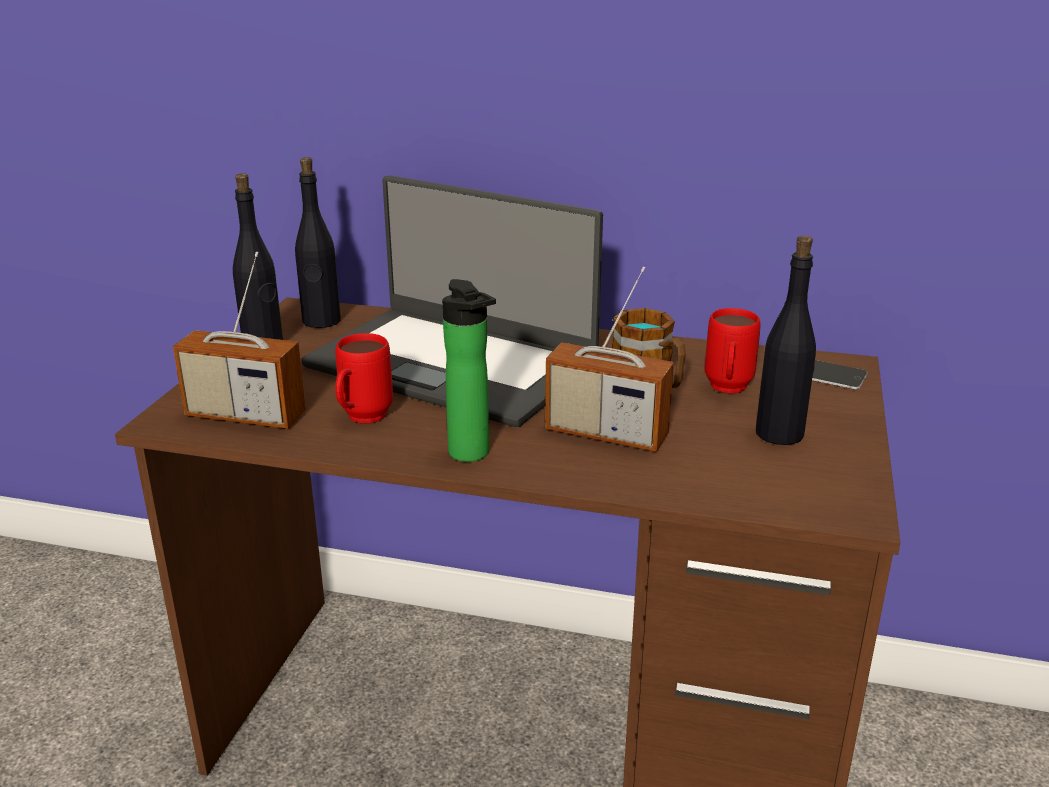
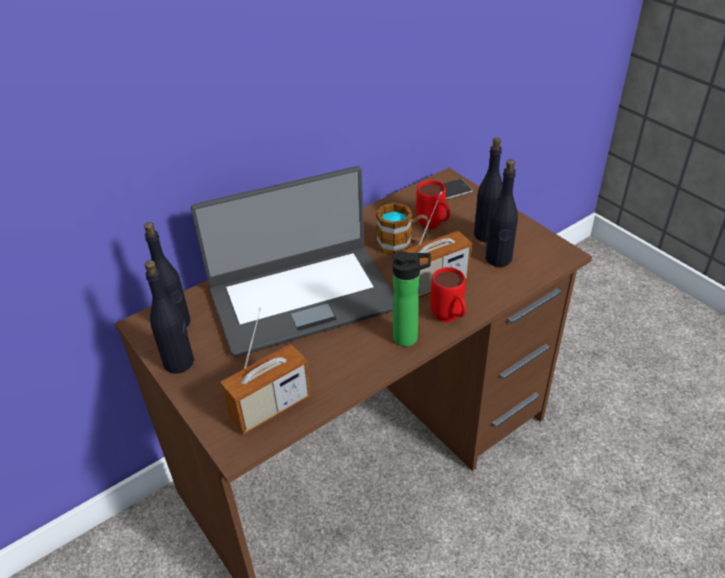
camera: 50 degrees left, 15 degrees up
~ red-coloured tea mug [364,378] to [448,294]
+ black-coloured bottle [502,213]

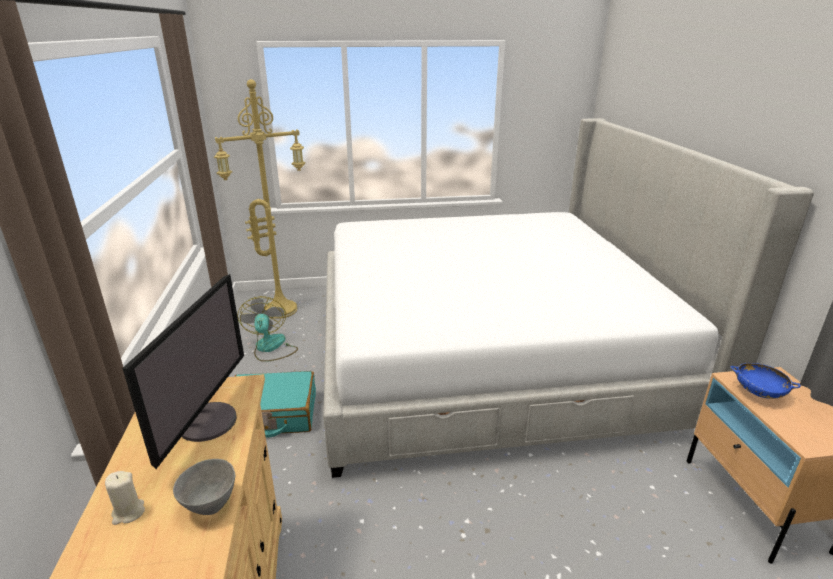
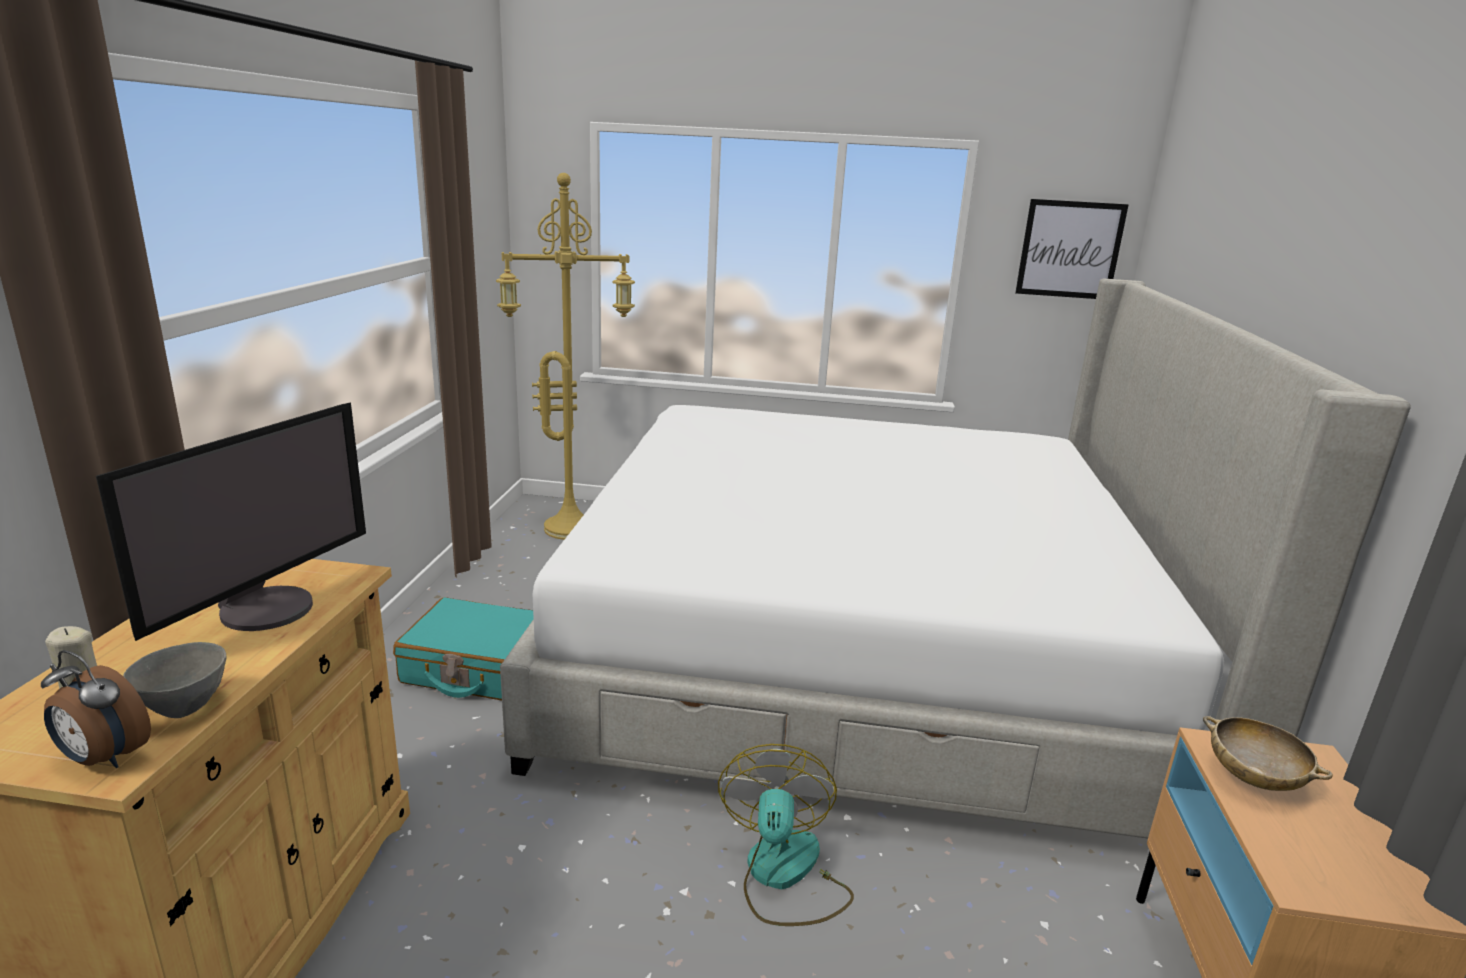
camera: 15 degrees right, 5 degrees down
~ fan [267,329] to [786,835]
~ blue serving bowl [765,381] to sand-coloured serving bowl [1268,753]
+ bedside clock [96,709]
+ wall picture [1072,249]

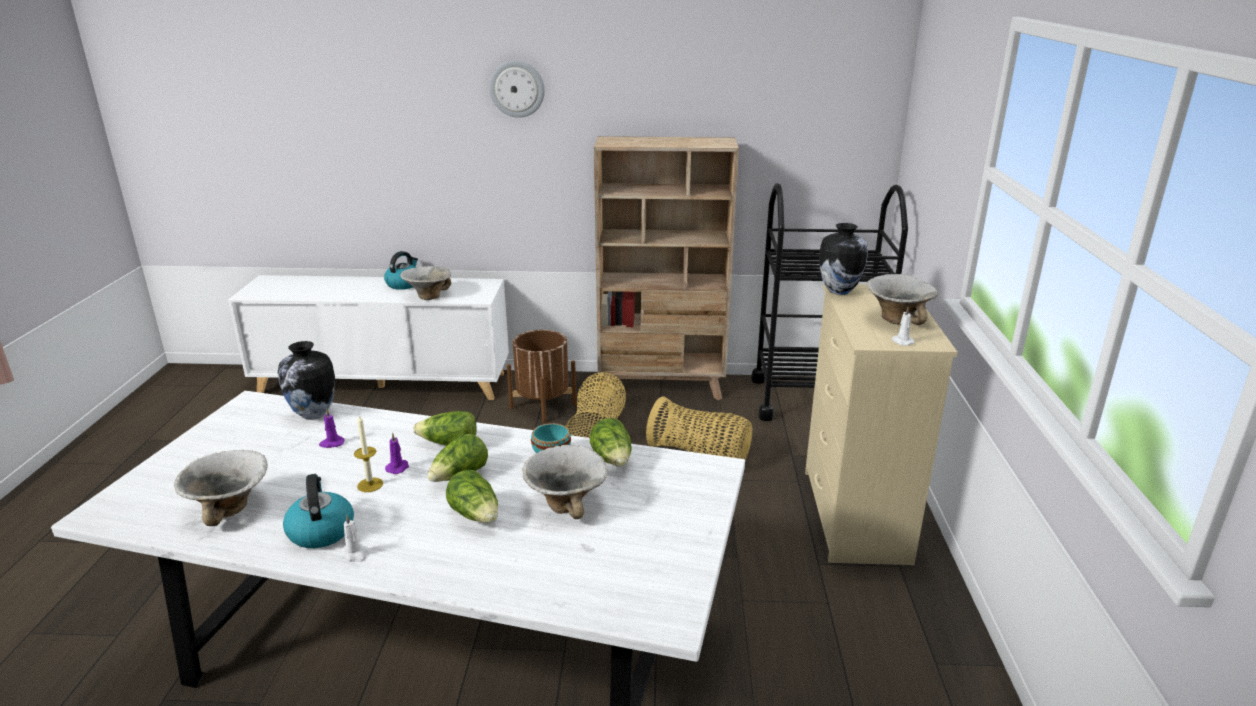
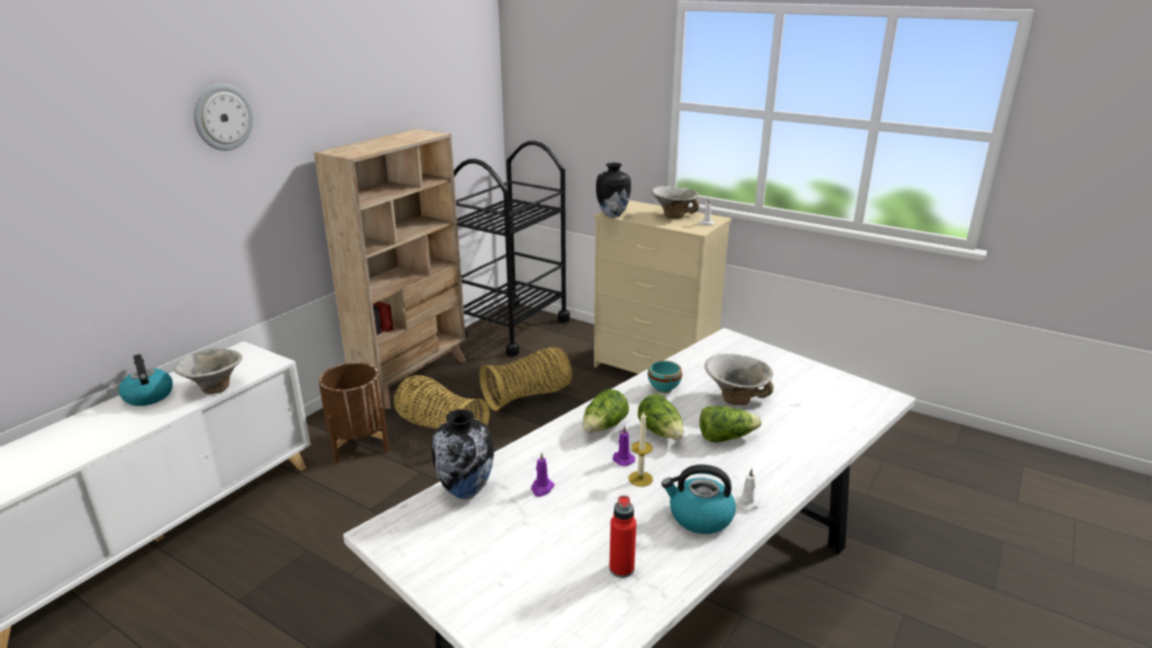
camera: 60 degrees left, 0 degrees up
~ serving bowl [221,488] to red-coloured bottle [622,536]
- lettuce head [611,442]

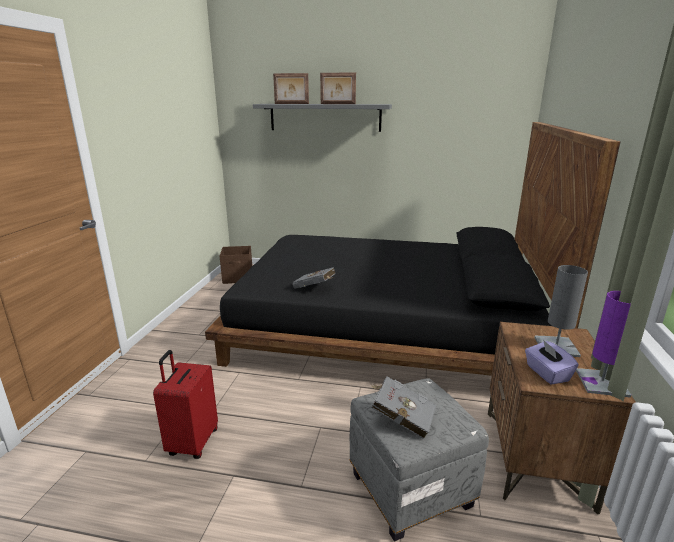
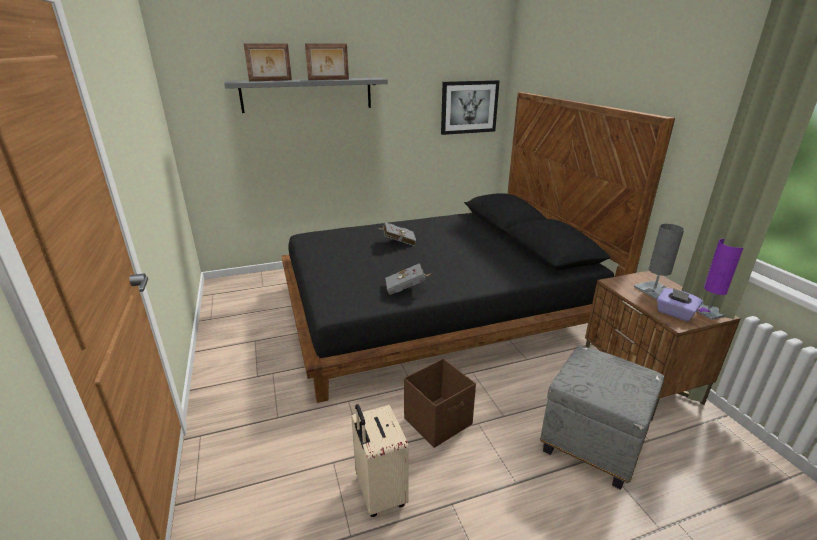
camera: 30 degrees left, 5 degrees up
~ red-coloured suitcase [185,404] to sand-coloured suitcase [379,460]
~ brown-coloured storage box [236,265] to [440,403]
~ gray bound book [403,408] to [397,234]
+ wall picture [470,107]

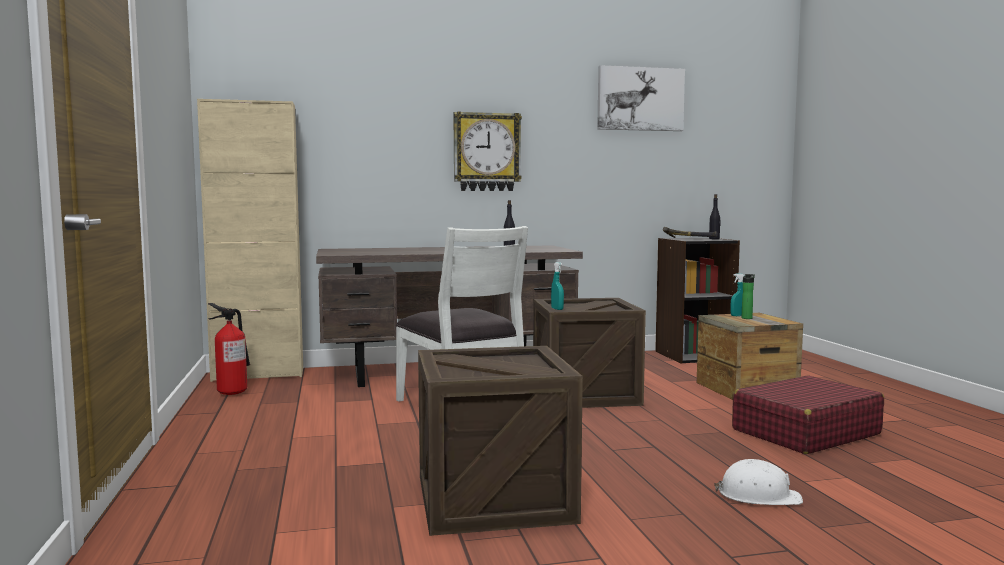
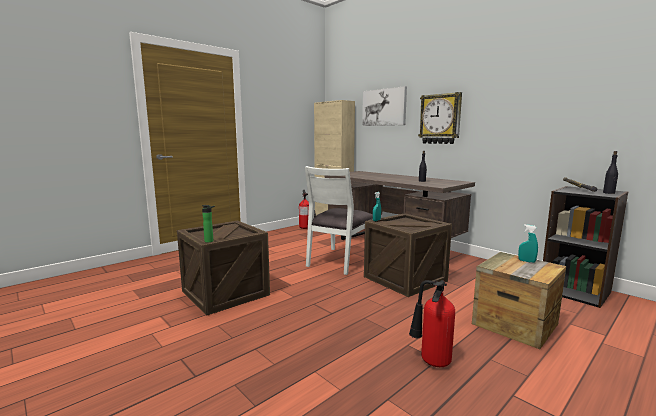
camera: 60 degrees right, 5 degrees up
~ wall picture [641,98] to [384,106]
- white-coloured safety helmet [758,482]
~ red-coloured suitcase [808,414] to fire-fighting cylinder [432,323]
~ bottle [748,296] to [208,224]

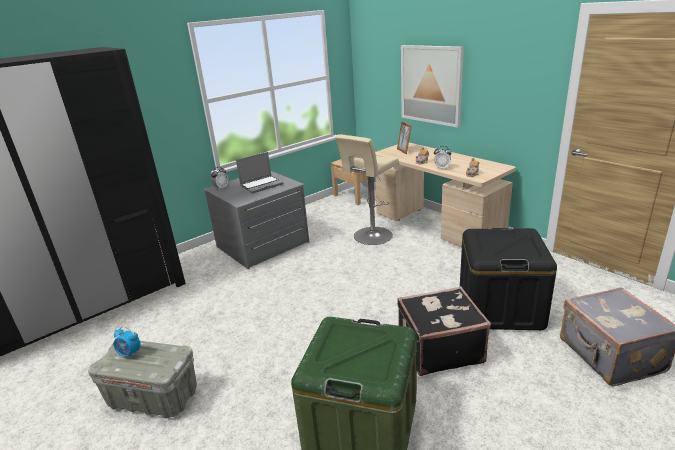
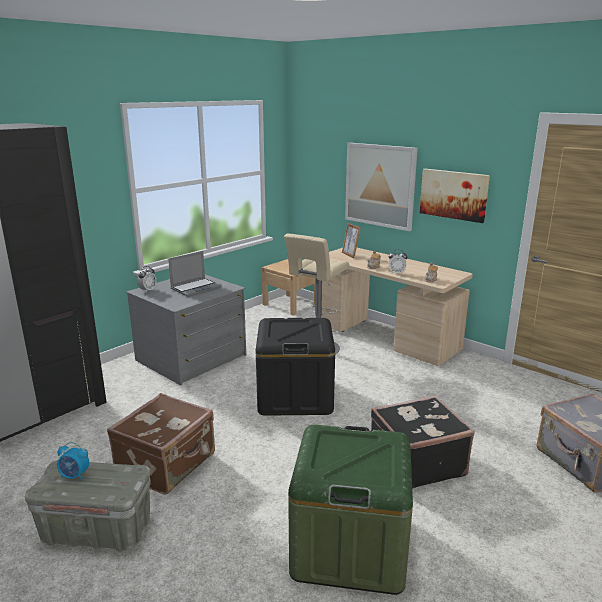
camera: 10 degrees left, 5 degrees down
~ black-coloured storage box [508,279] to [295,367]
+ brown-coloured suitcase [161,444]
+ wall picture [455,196]

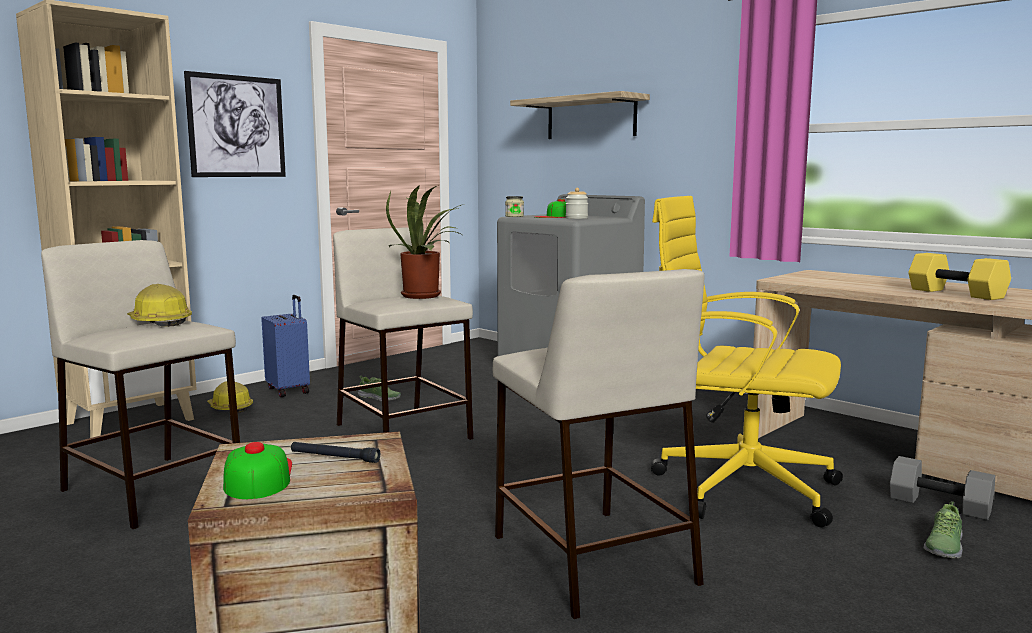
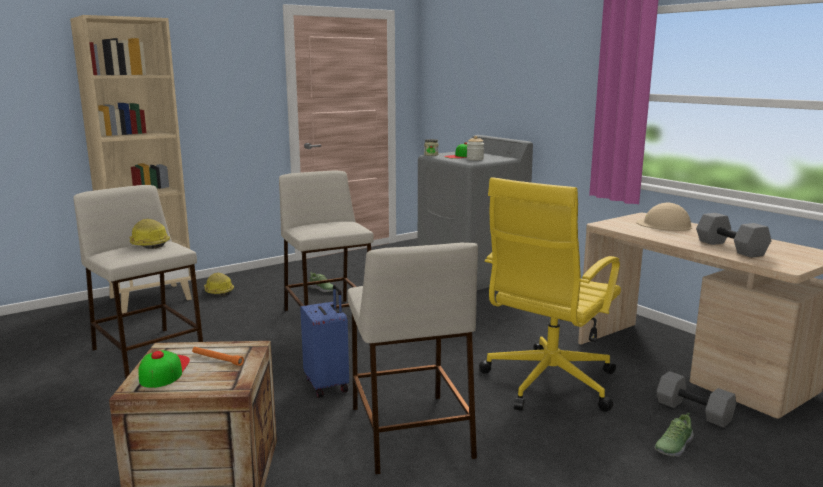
camera: 10 degrees right, 5 degrees up
- wall picture [235,124]
~ blue suitcase [285,346] to [324,341]
~ black-coloured torch [335,452] to orangey torch [218,356]
- plant in a pot [425,242]
- bracket shelf [580,115]
~ yellow office chair [747,361] = [550,294] 90 degrees counterclockwise
~ yellow free weight [959,276] to gray free weight [734,235]
+ sand-coloured safety helmet [664,217]

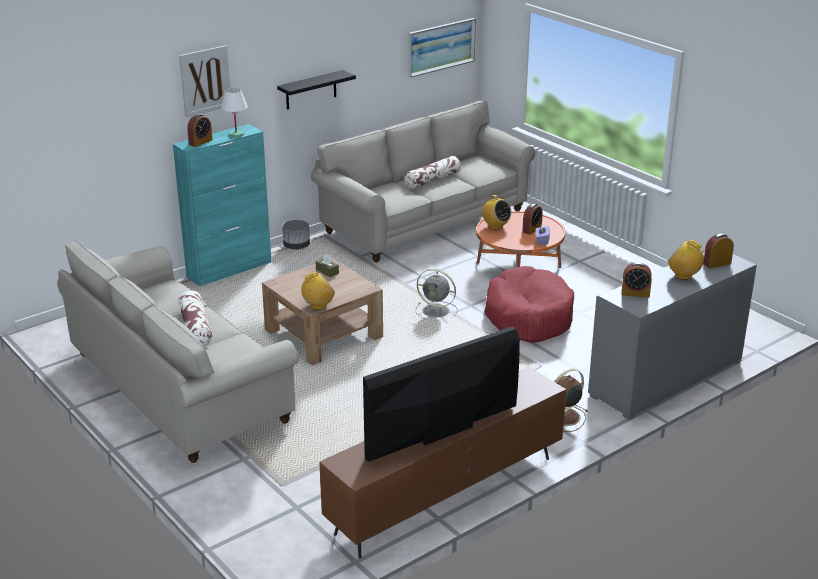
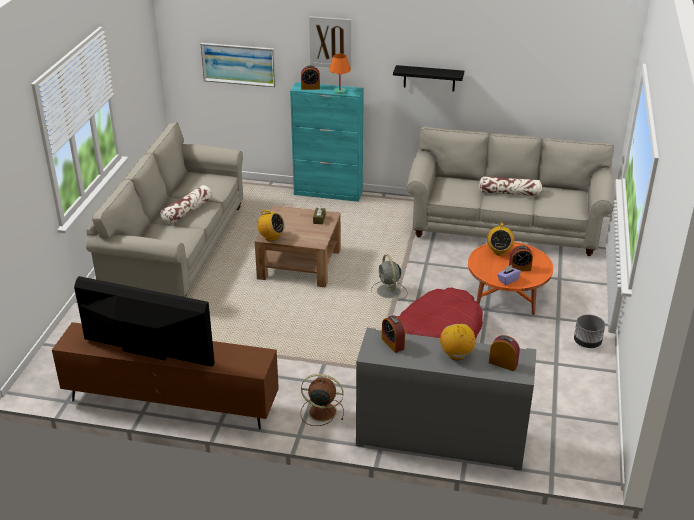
camera: 50 degrees right, 5 degrees up
~ white-coloured table lamp [234,113] to orangey table lamp [340,74]
~ gray flower pot [296,235] to [589,331]
~ wall picture [442,47] to [238,65]

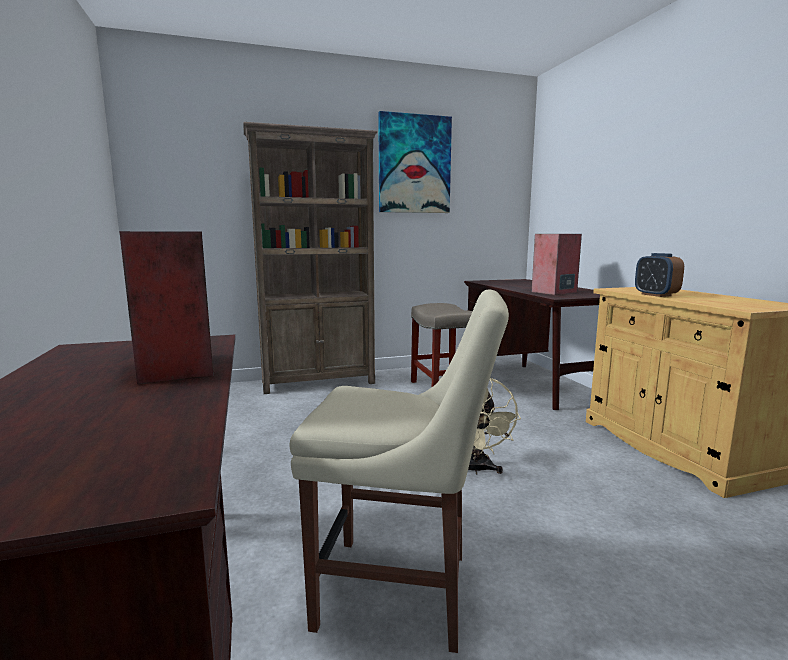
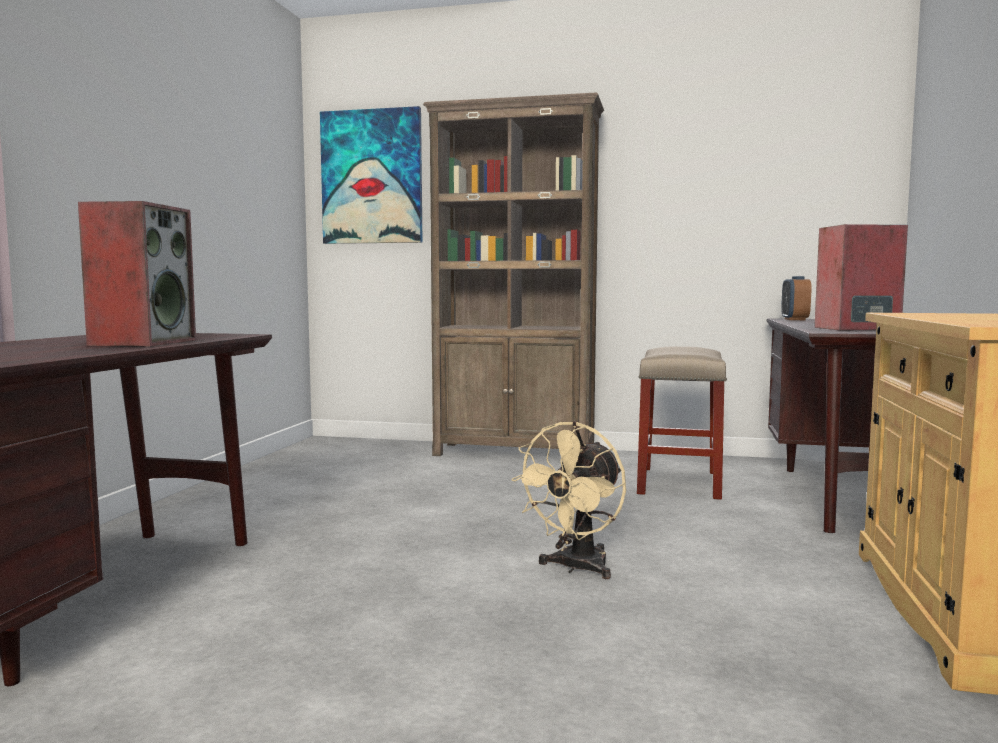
camera: 30 degrees right, 5 degrees down
- sand-coloured chair [399,471]
~ wall picture [415,162] to [371,175]
~ bedside clock [659,275] to [796,298]

